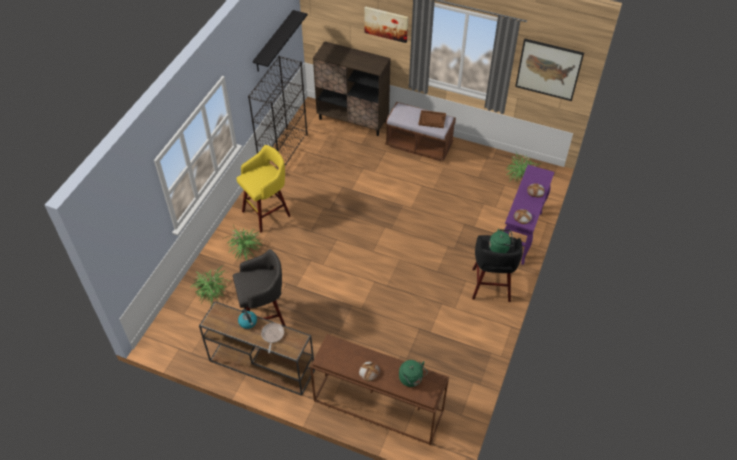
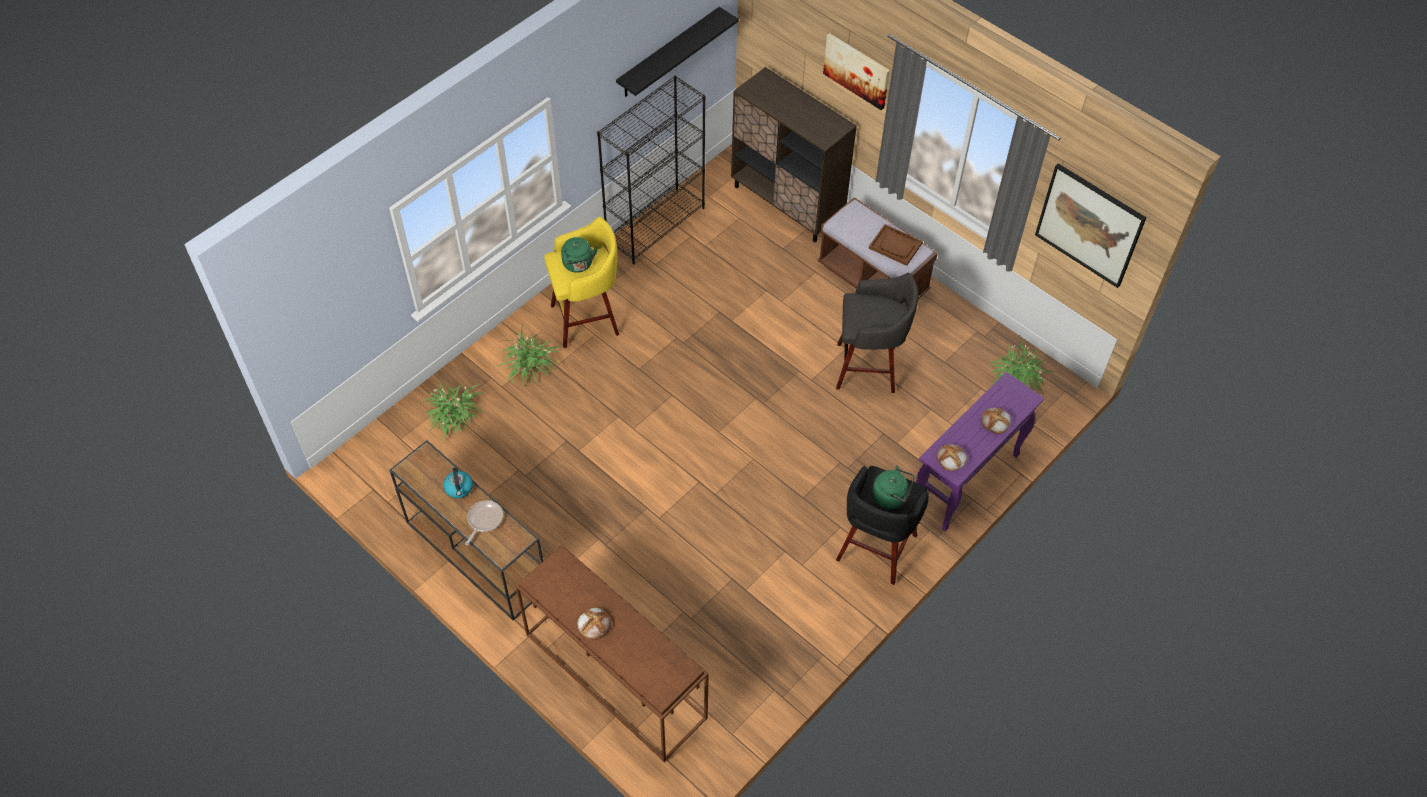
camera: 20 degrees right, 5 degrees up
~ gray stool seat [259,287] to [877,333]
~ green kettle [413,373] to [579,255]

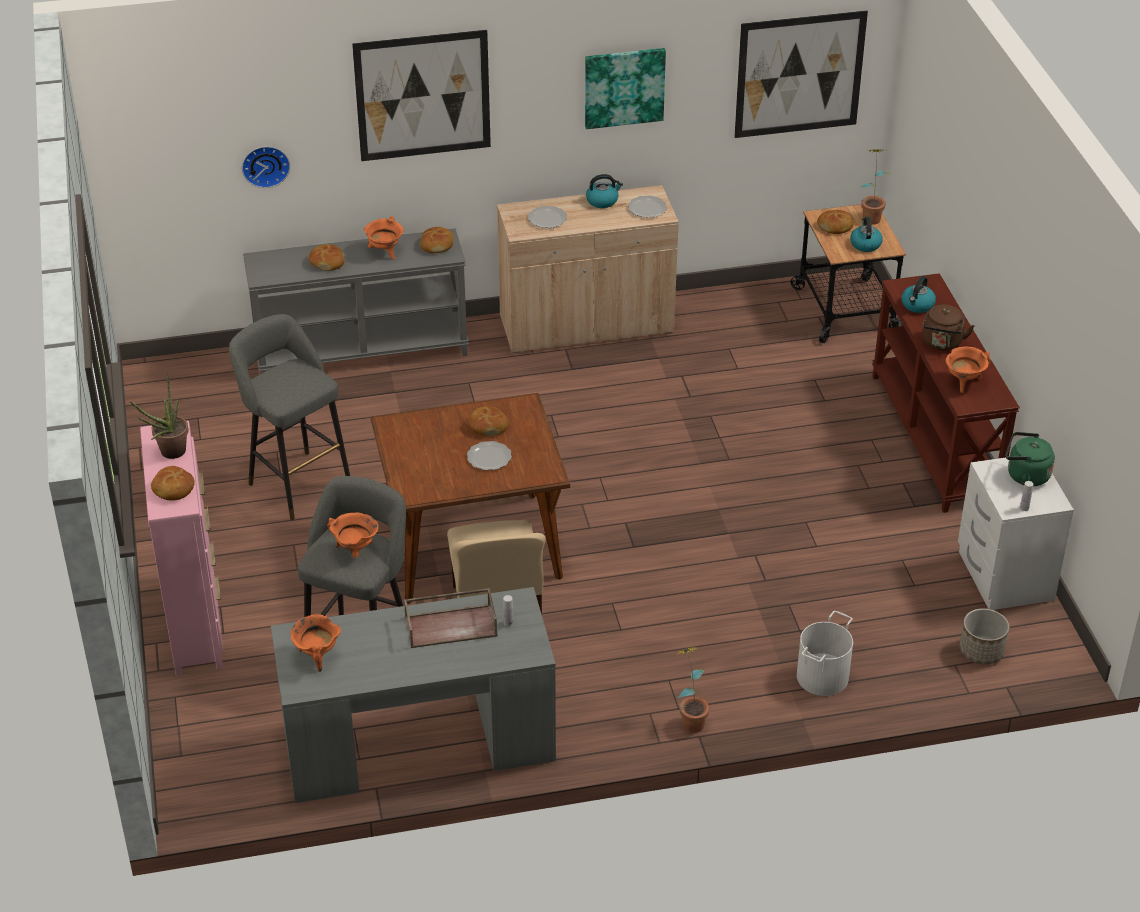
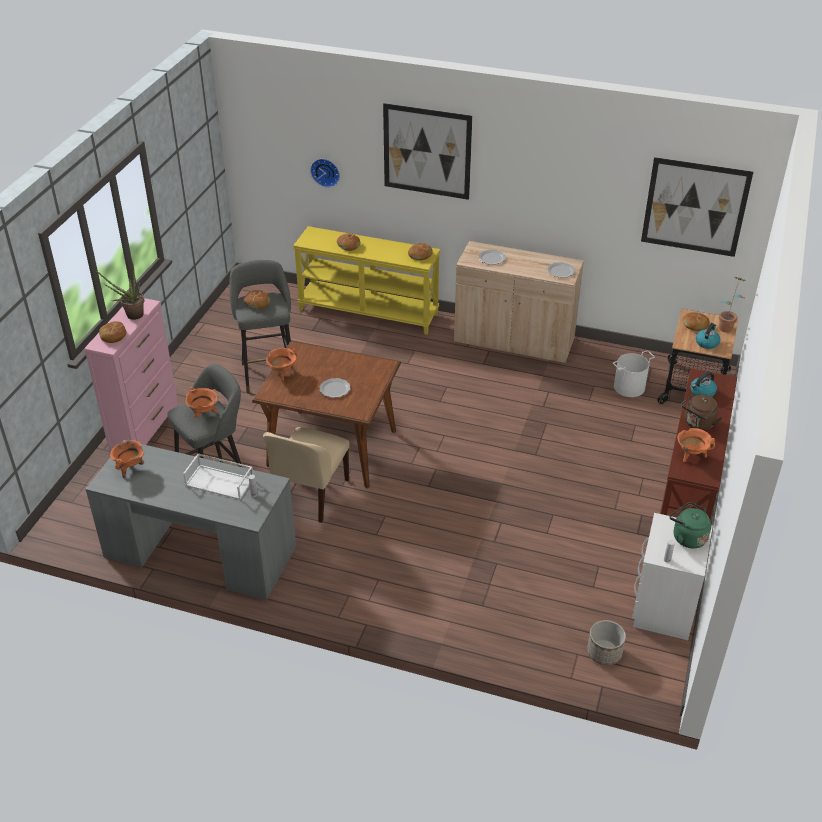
camera: 30 degrees right, 0 degrees up
~ gray narrow table [356,301] to yellow narrow table [367,280]
~ orangey saucepot [383,238] to [281,364]
~ brown-coloured tray [451,618] to white-coloured tray [218,476]
~ bread [488,421] to [257,299]
- wall picture [625,88]
- kettle [604,191]
- plant in a pot [692,690]
~ white-coloured water bucket [825,653] to [634,373]

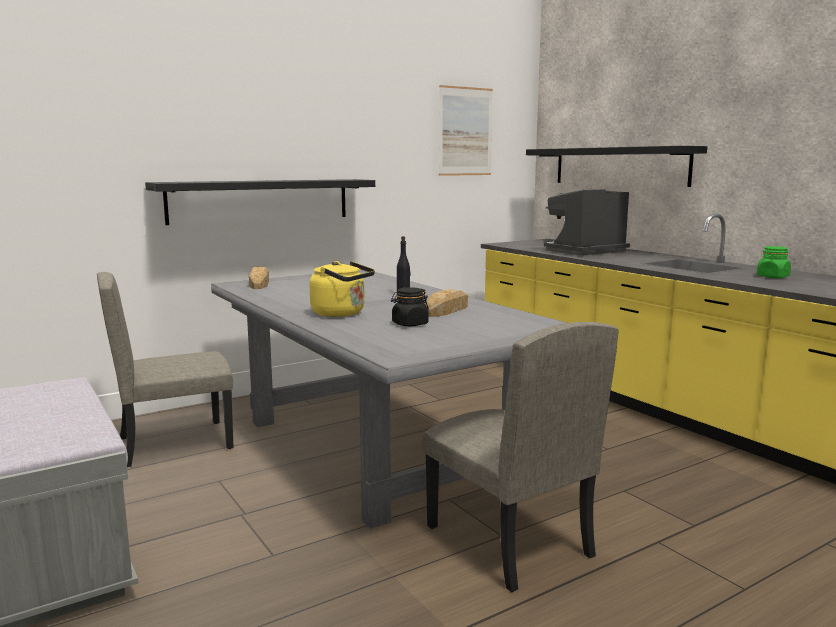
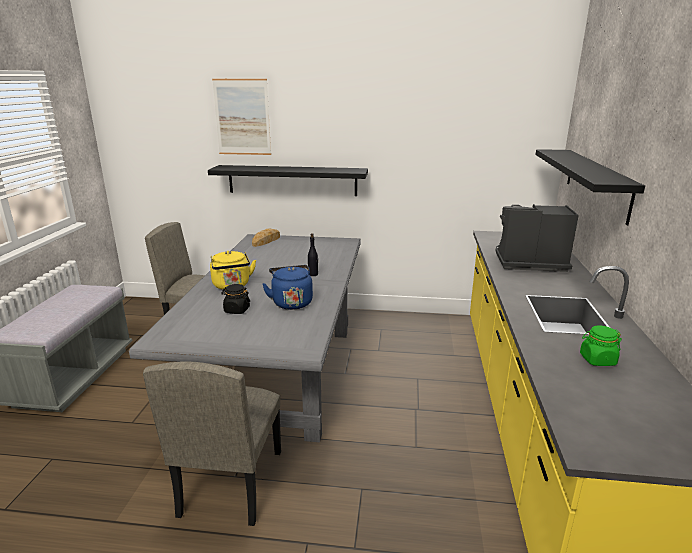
camera: 40 degrees right, 10 degrees up
~ bread [446,303] to blue kettle [287,287]
~ wall picture [466,130] to [241,117]

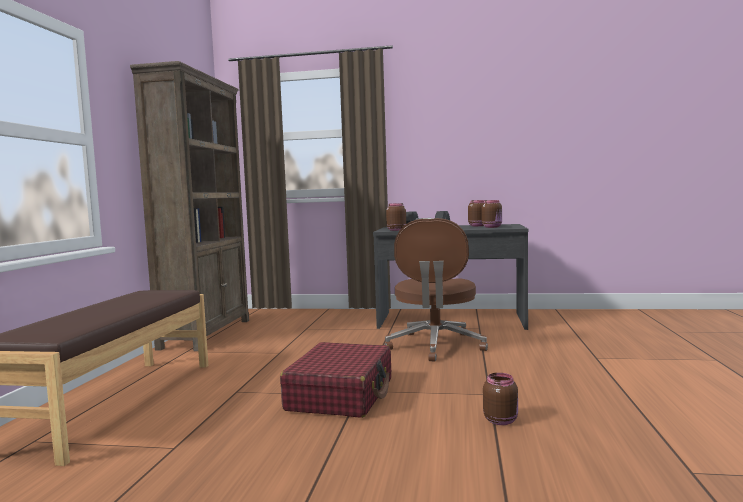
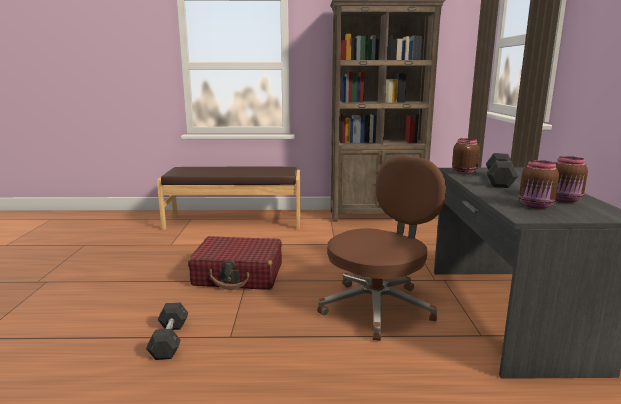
camera: 80 degrees right, 10 degrees up
~ brown-coloured office chair [436,290] = [381,248] 135 degrees clockwise
~ brown-coloured preserve jar [500,399] to gray free weight [167,331]

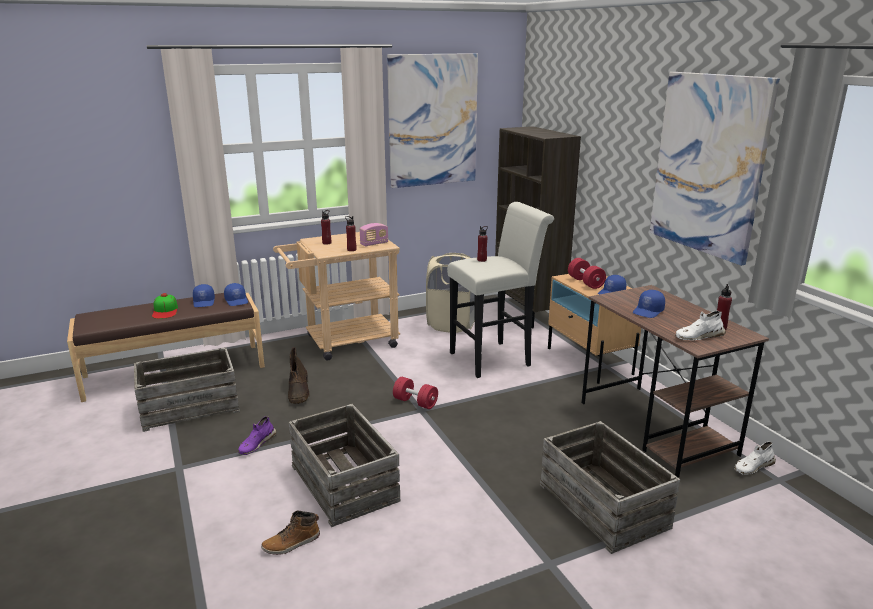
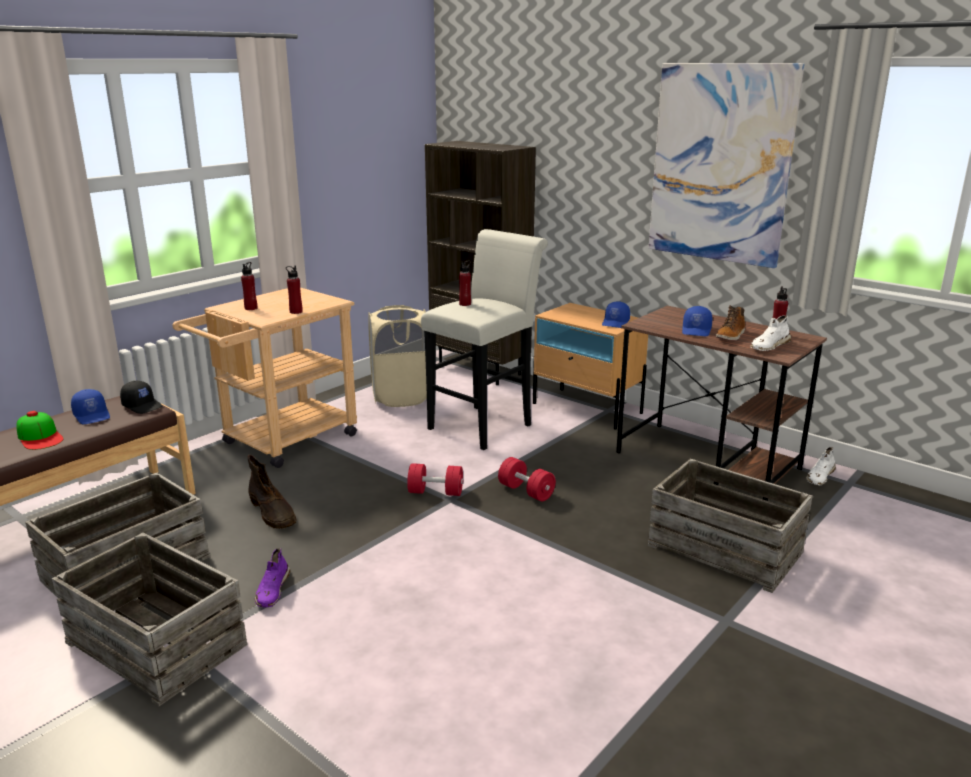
camera: 25 degrees left, 0 degrees up
~ blue baseball cap [236,294] to black-coloured baseball cap [141,397]
~ boot [290,533] to [730,323]
~ packing crate [345,465] to [149,619]
- radio receiver [374,234]
- wall picture [432,120]
~ red-coloured free weight [587,273] to [527,479]

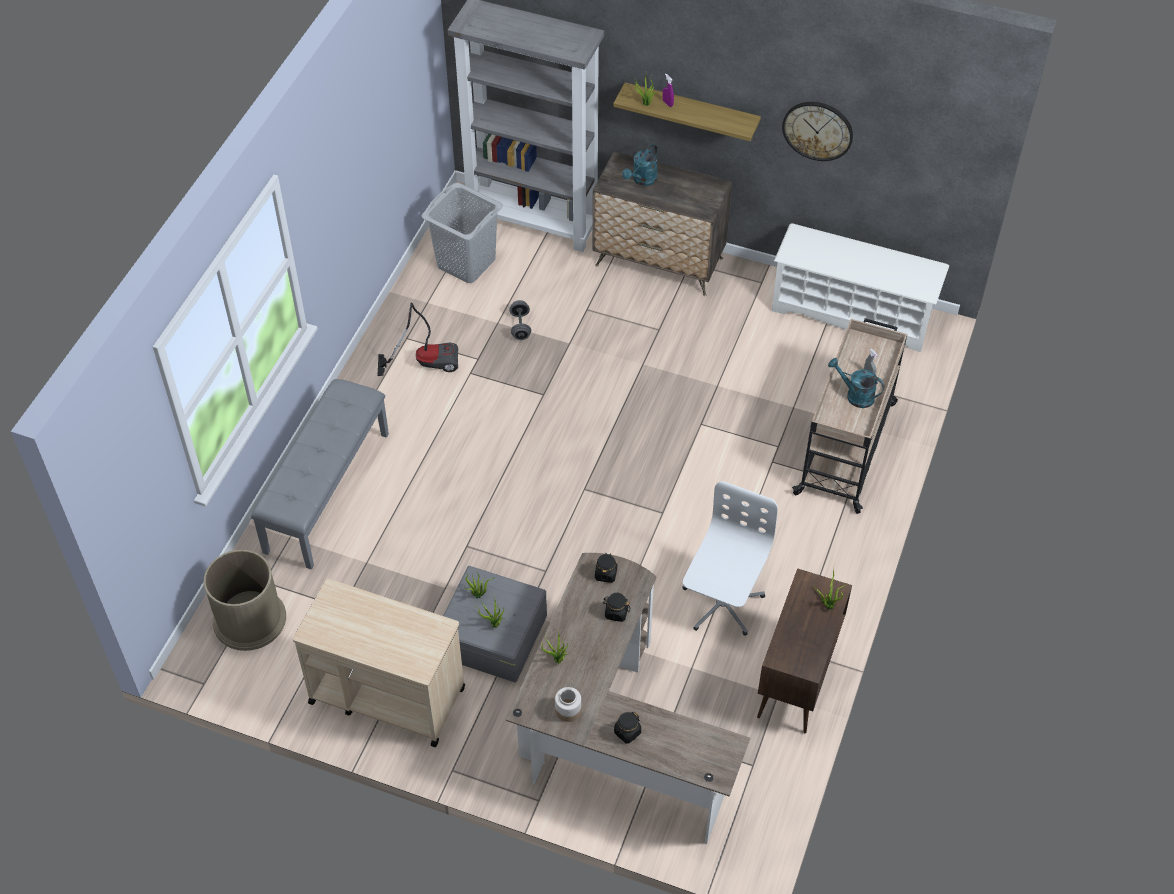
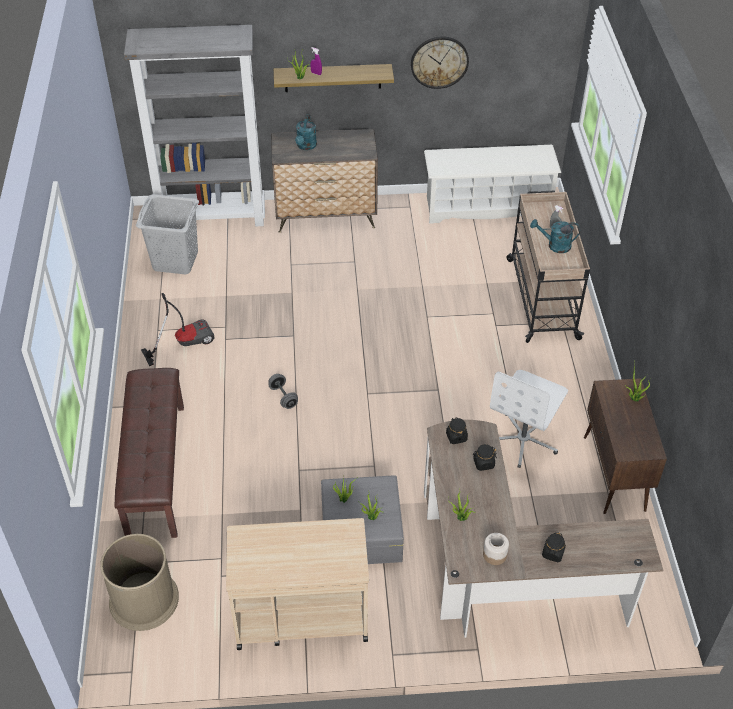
camera: 25 degrees left, 5 degrees down
~ gray indoor bench [320,474] to brown-coloured indoor bench [149,453]
~ gray free weight [520,320] to [283,391]
~ white-coloured office chair [730,558] = [529,419] 150 degrees counterclockwise

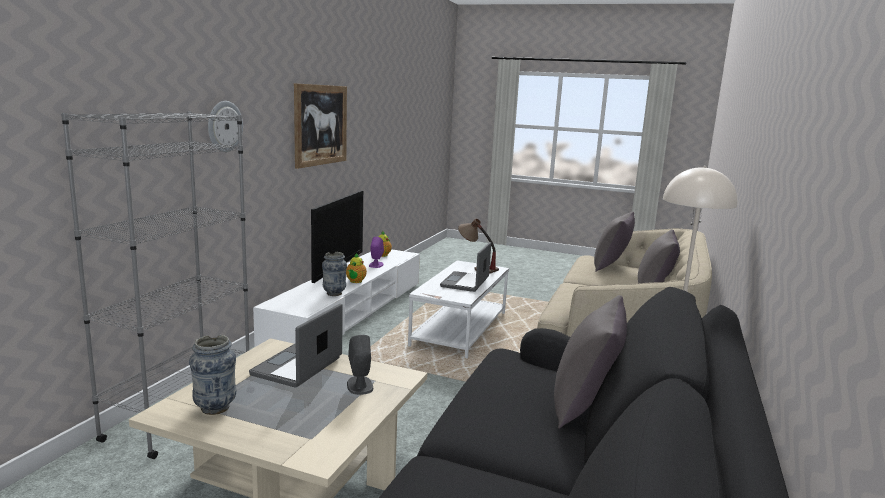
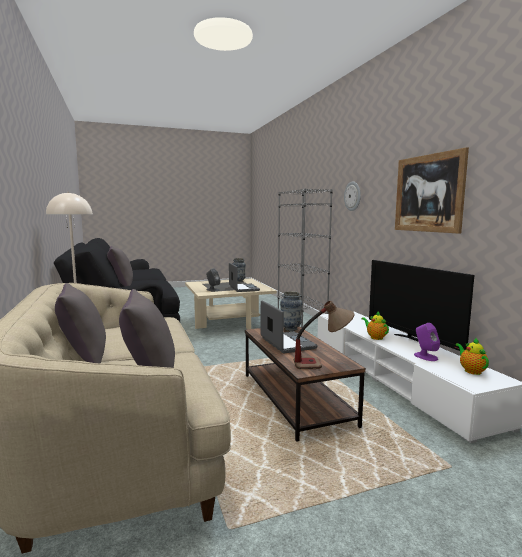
camera: 140 degrees right, 5 degrees down
~ flower vase [334,274] to [291,311]
~ white-coloured low table [458,309] to brown-coloured low table [305,384]

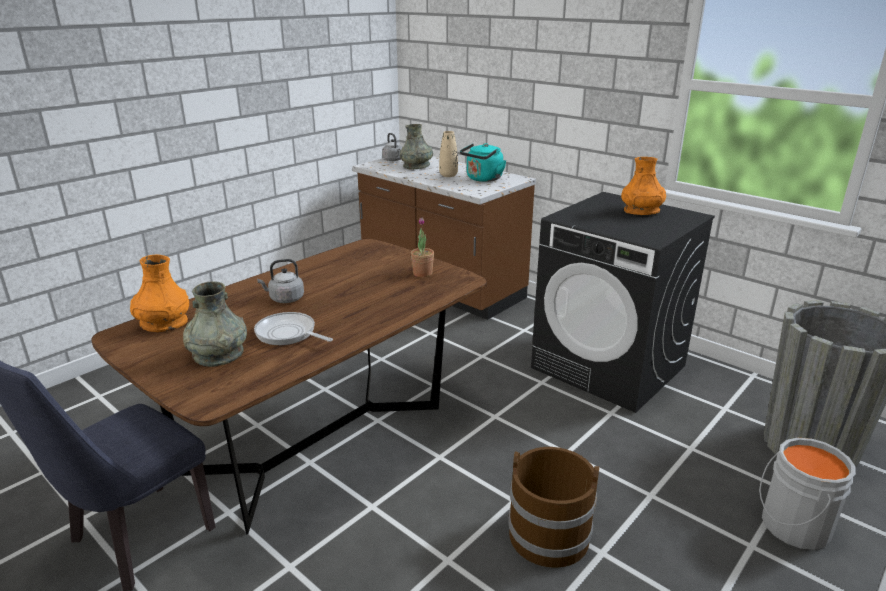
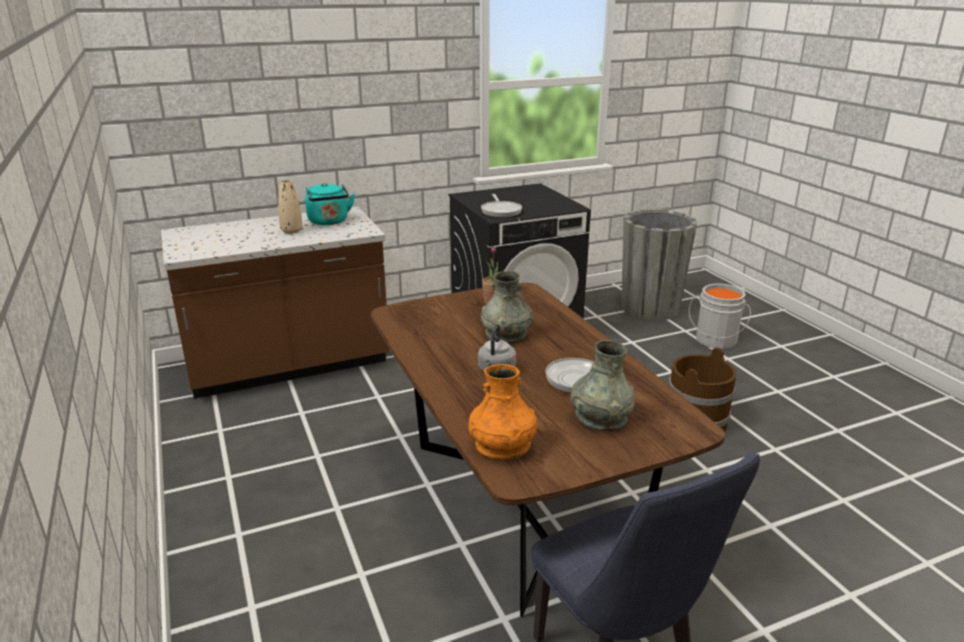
camera: 65 degrees left, 0 degrees up
- gray kettle [392,147]
~ gray flower vase [416,147] to [507,307]
- orangey flower vase [643,186]
+ skillet [501,206]

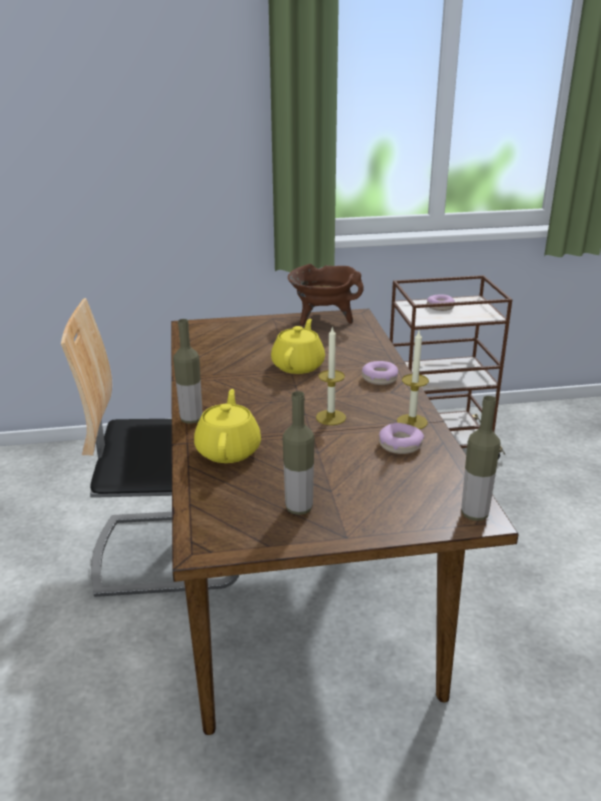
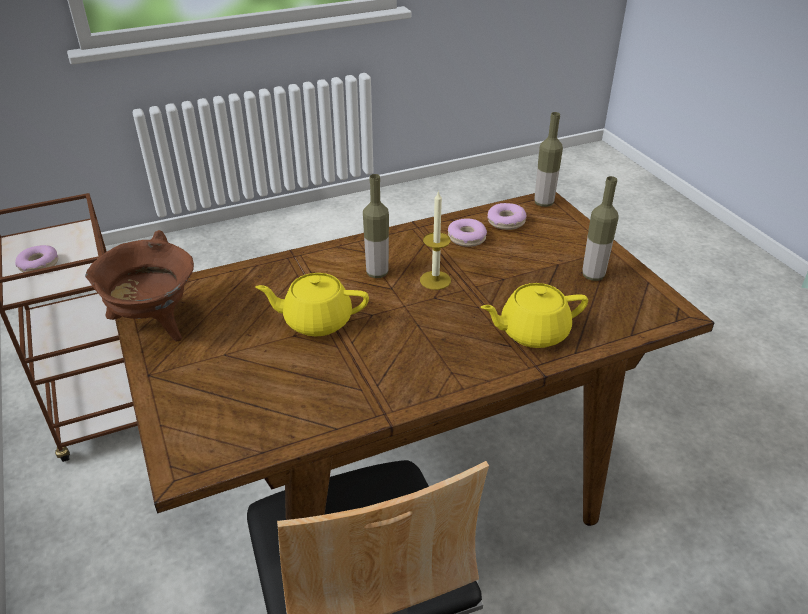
camera: 105 degrees left, 10 degrees up
~ bottle [188,371] to [376,226]
~ donut [380,373] to [506,216]
- wax candle [413,380]

